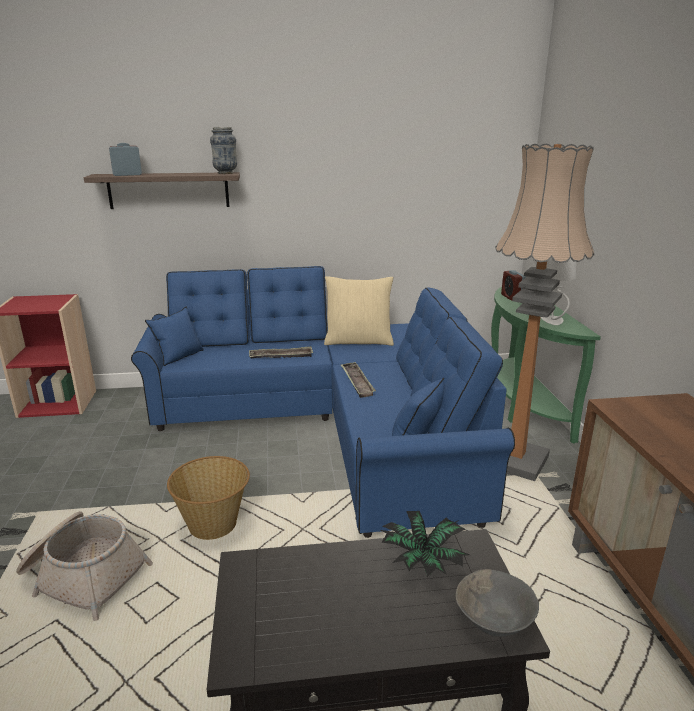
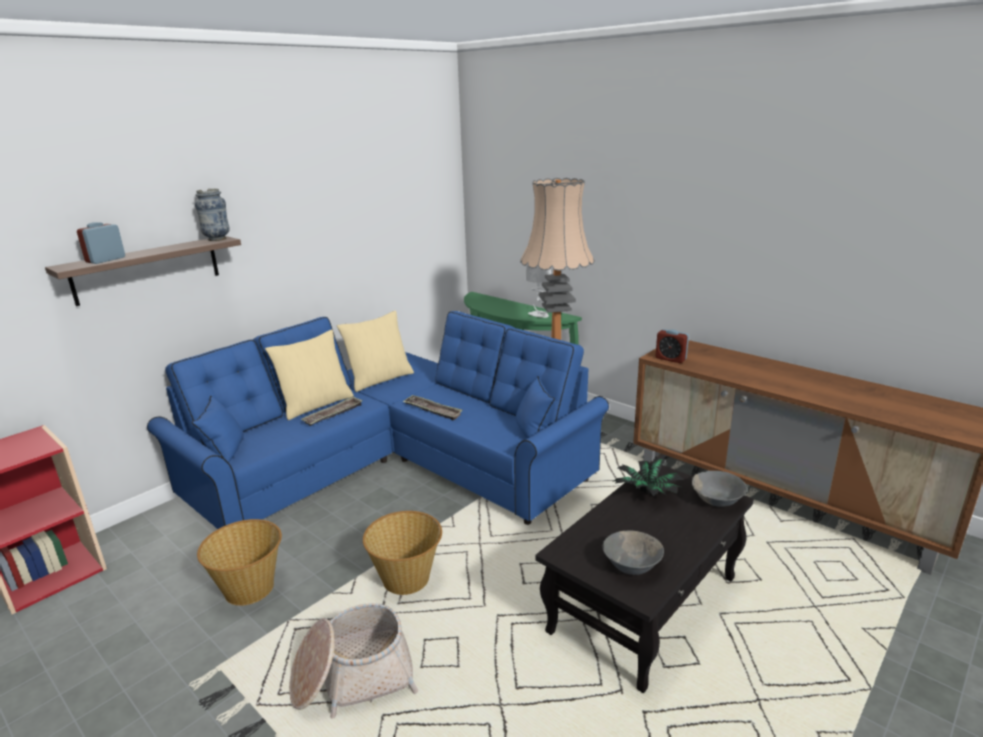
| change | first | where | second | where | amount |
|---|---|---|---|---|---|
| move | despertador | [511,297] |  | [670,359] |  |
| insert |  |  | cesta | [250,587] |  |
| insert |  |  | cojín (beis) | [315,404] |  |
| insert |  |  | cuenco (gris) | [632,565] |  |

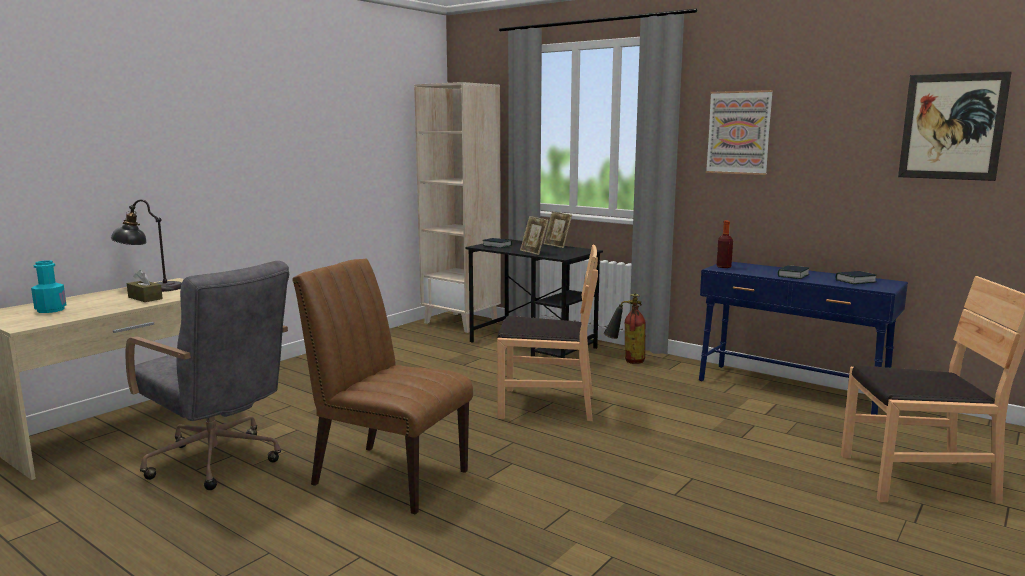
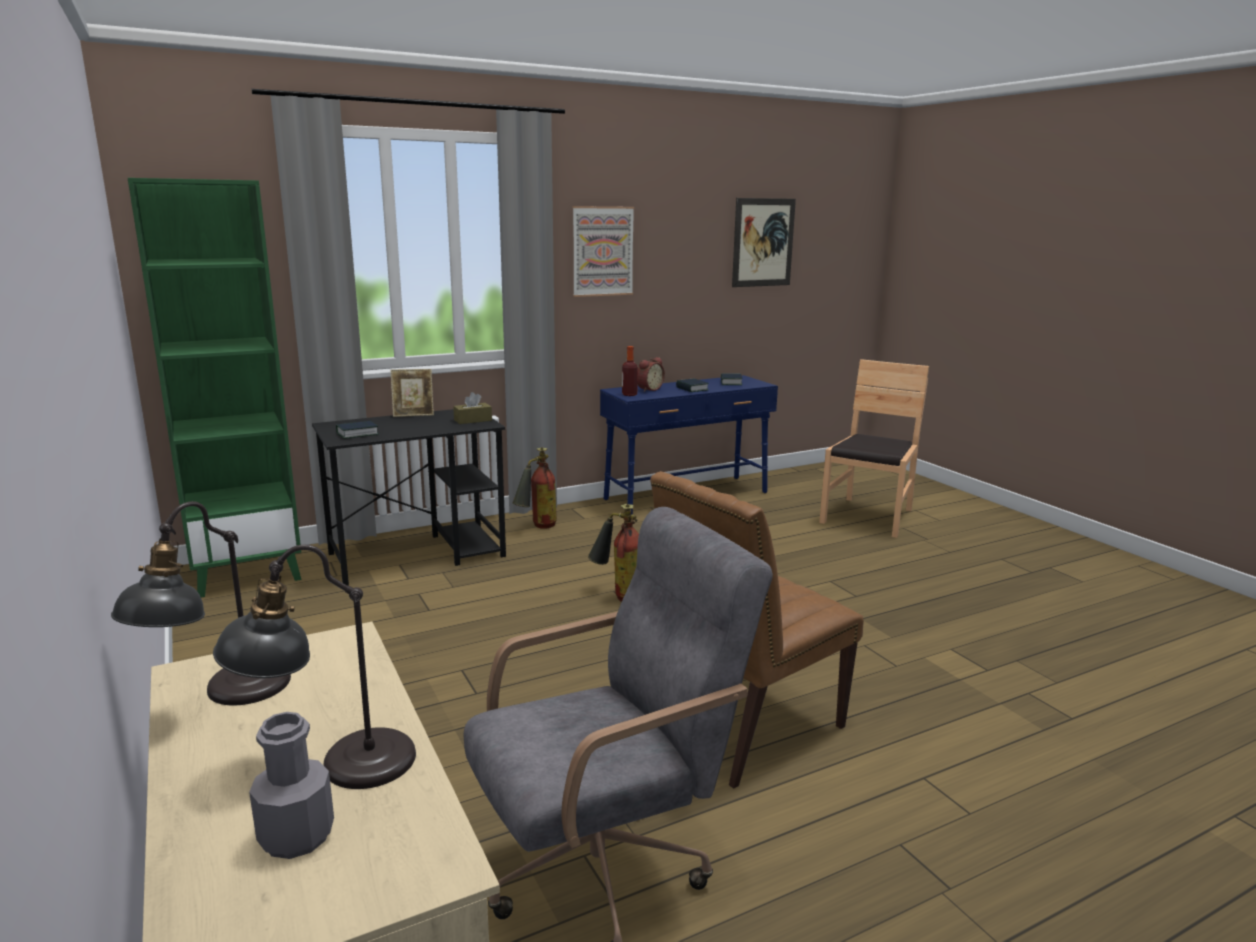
| change | first | where | second | where | amount |
|---|---|---|---|---|---|
| recolor | botella (turquesa) | [51,310] | botella (gris) | [297,836] |  |
| move | caja de pañuelos (marrón) | [145,298] |  | [473,420] |  |
| recolor | estantería (beis) | [462,322] | estantería (verde) | [248,573] |  |
| replace | silla (marrón) | [546,405] | extintor | [618,595] |  |
| delete | portarretratos | [533,252] |  |  |  |
| insert |  |  | lámpara de mesa (gris) | [328,764] |  |
| insert |  |  | despertador | [648,389] |  |

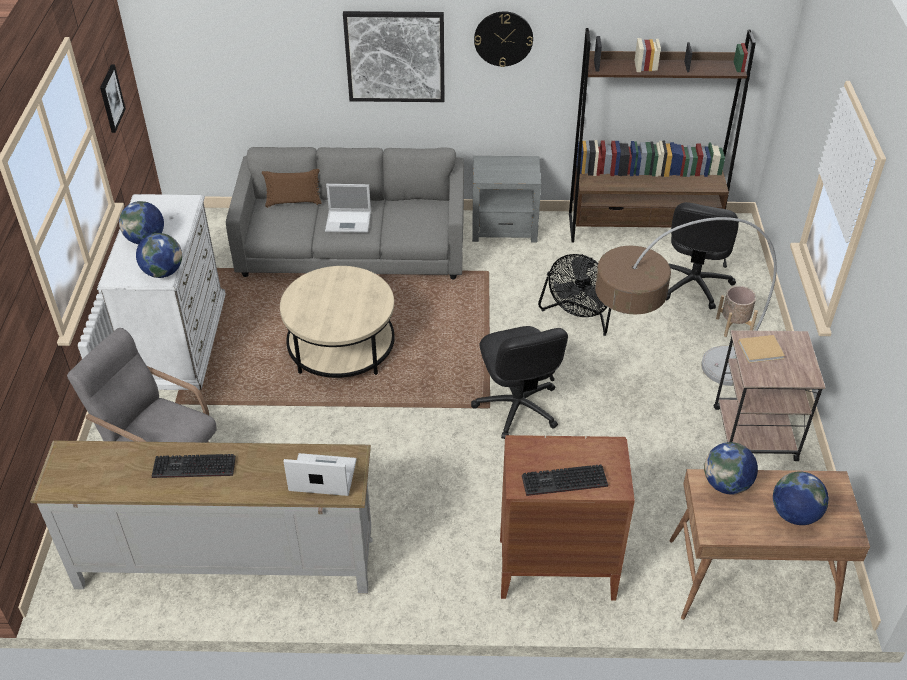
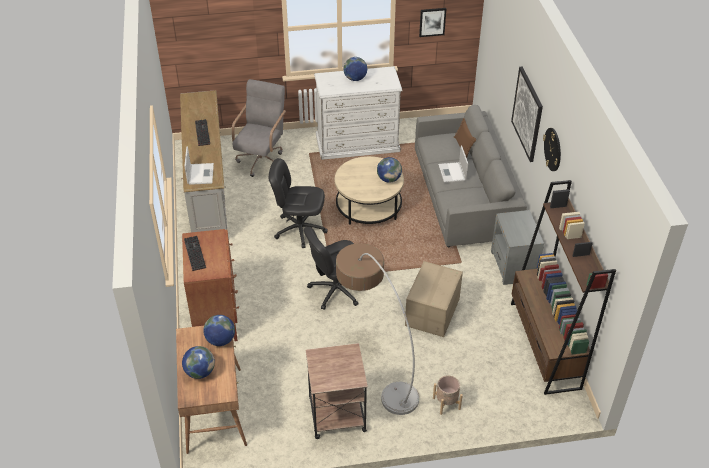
| change | first | where | second | where | amount |
|---|---|---|---|---|---|
| move | globo terráqueo | [163,272] |  | [389,179] |  |
| replace | ventilador (negro) | [577,313] | caja de cartón | [433,312] |  |
| move | silla de oficina (negro) | [693,284] |  | [300,229] |  |
| delete | libro (beis) | [762,350] |  |  |  |

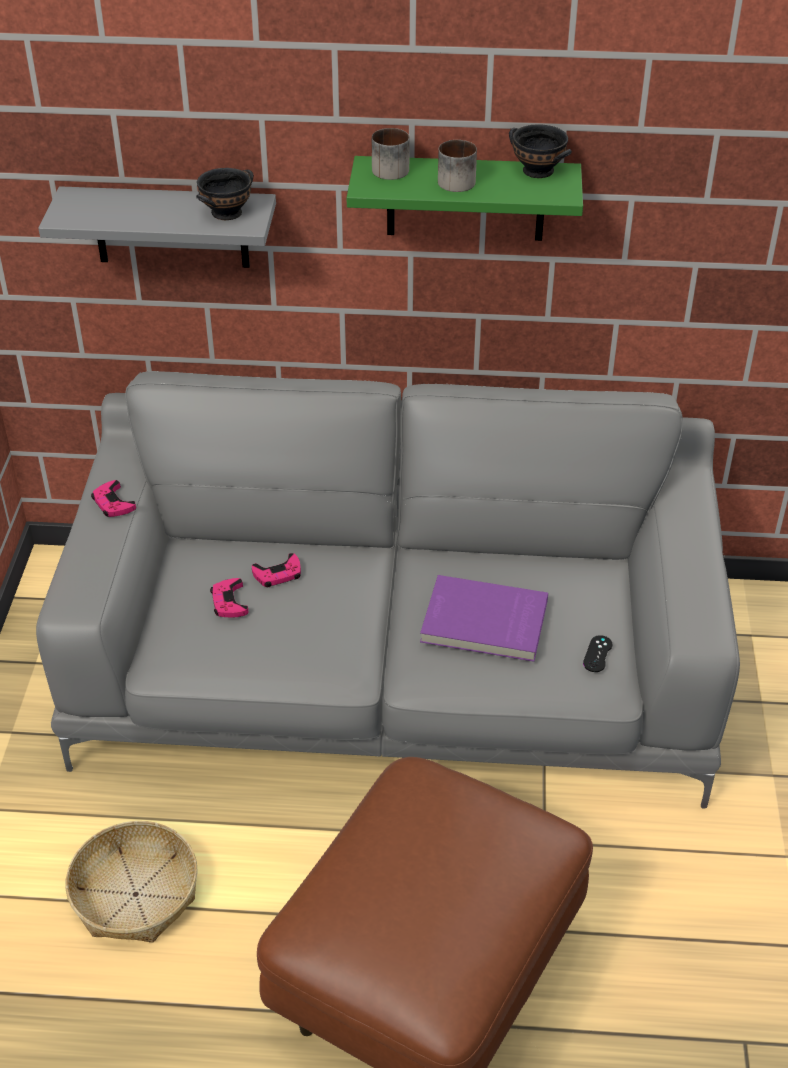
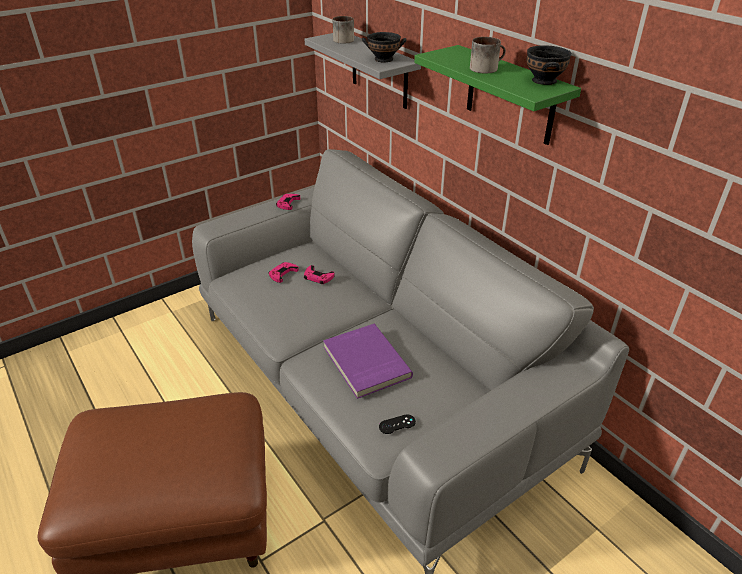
| change | first | where | second | where | amount |
|---|---|---|---|---|---|
| delete | cesta | [135,894] |  |  |  |
| move | taza grande | [386,169] |  | [343,39] |  |

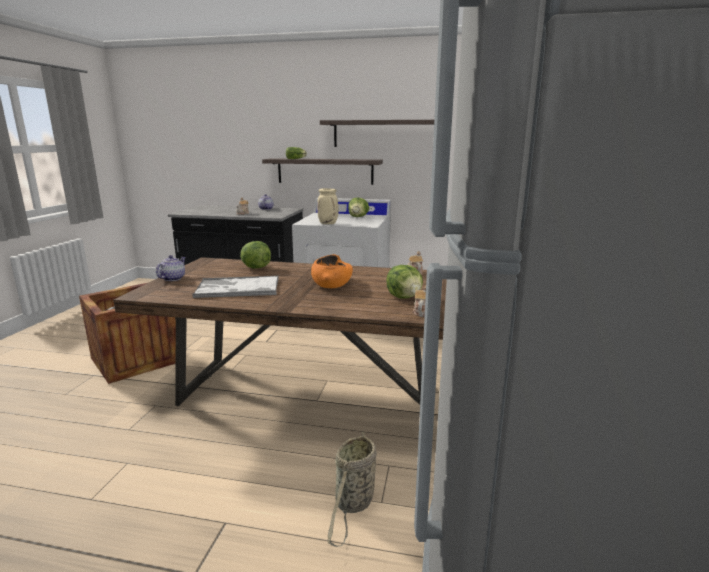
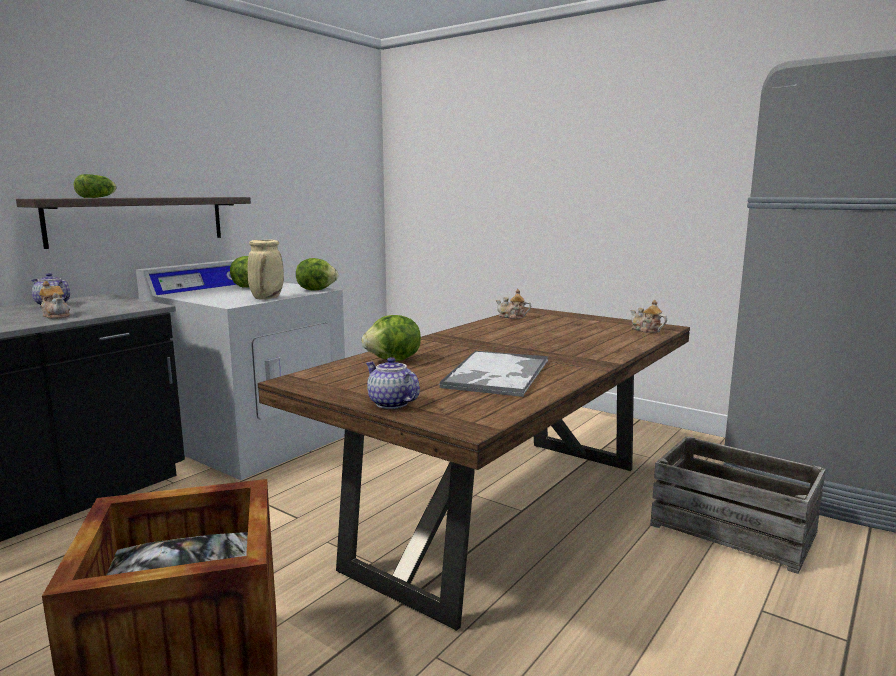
| change | first | where | second | where | amount |
|---|---|---|---|---|---|
| delete | cuenco (naranja) | [331,283] |  |  |  |
| delete | estante | [384,133] |  |  |  |
| replace | cesta | [353,504] | caja de embalaje | [733,528] |  |
| move | lechuga | [404,297] |  | [316,290] |  |

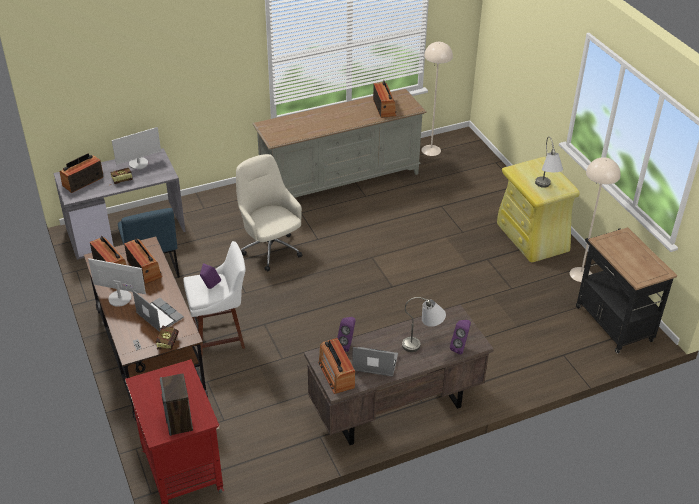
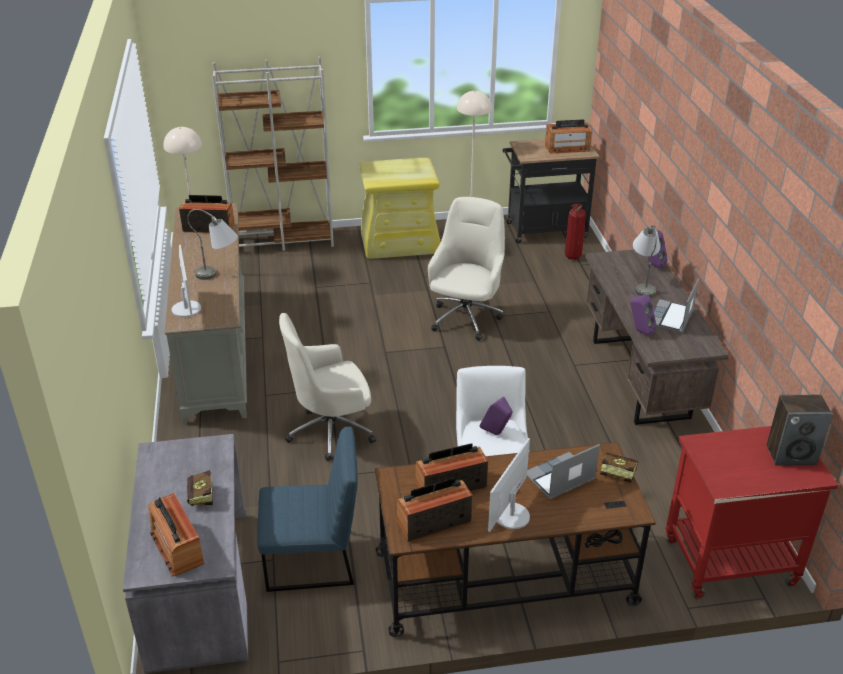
| change | first | where | second | where | amount |
|---|---|---|---|---|---|
| move | monitor | [138,163] |  | [187,309] |  |
| move | radio | [336,374] |  | [567,148] |  |
| move | lámpara de mesa (gris) | [545,189] |  | [219,275] |  |
| insert |  |  | estantería (marrón) | [284,242] |  |
| insert |  |  | silla de oficina (beis) | [465,318] |  |
| insert |  |  | extintor | [573,256] |  |

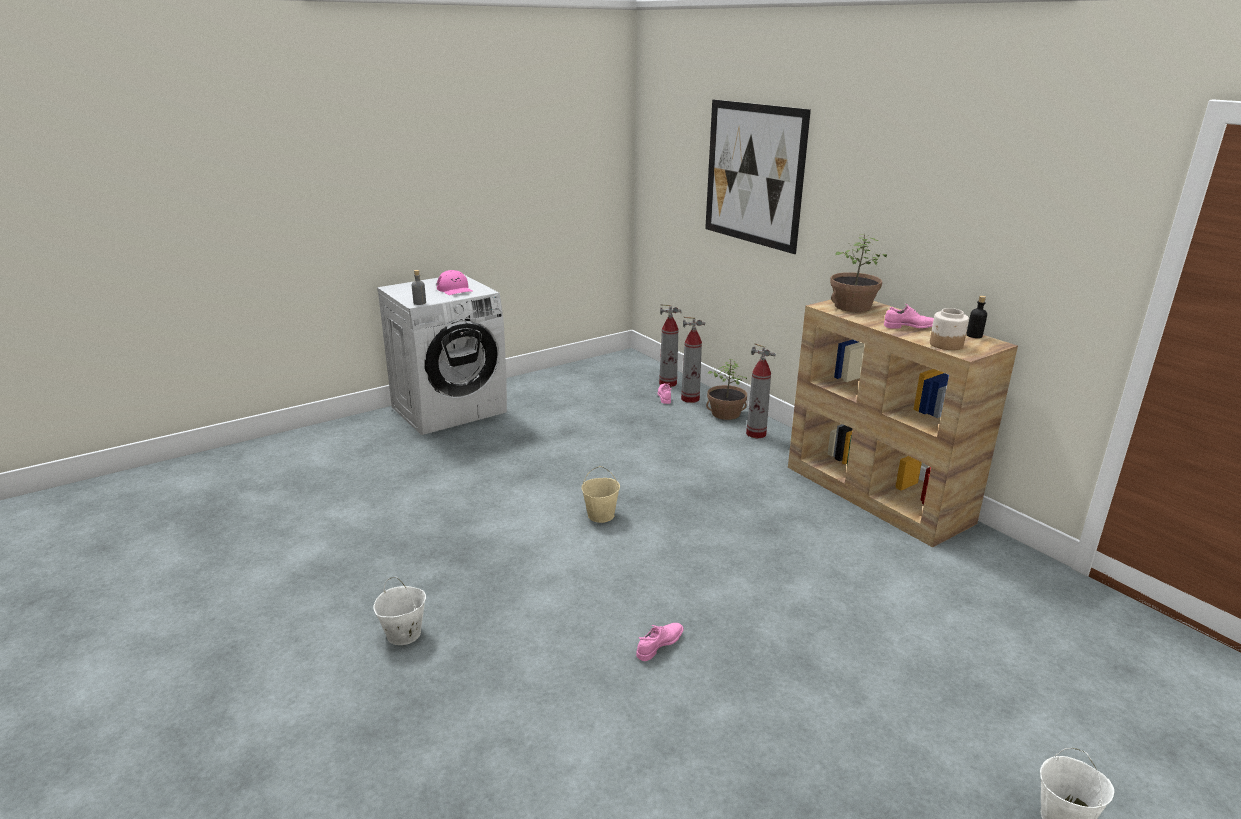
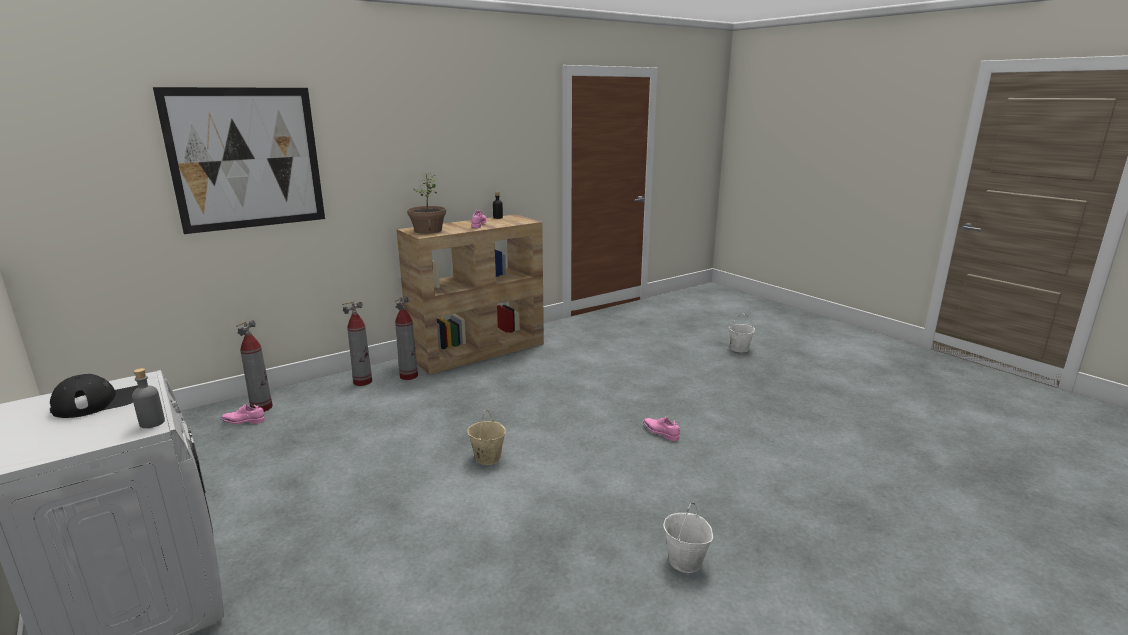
| change | first | where | second | where | amount |
|---|---|---|---|---|---|
| recolor | gorra (rosa) | [455,289] | gorra (negro) | [99,402] |  |
| move | extintor | [668,383] |  | [409,376] |  |
| delete | planta en maceta | [725,413] |  |  |  |
| delete | tarro | [946,345] |  |  |  |

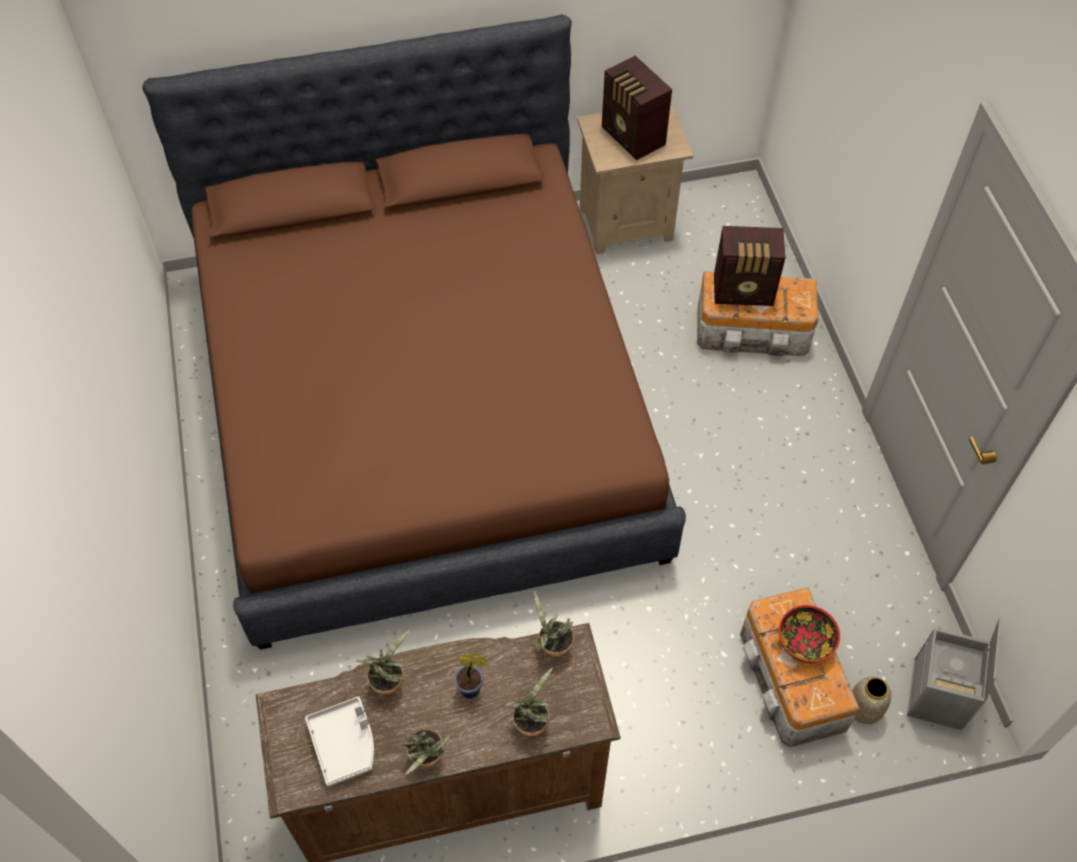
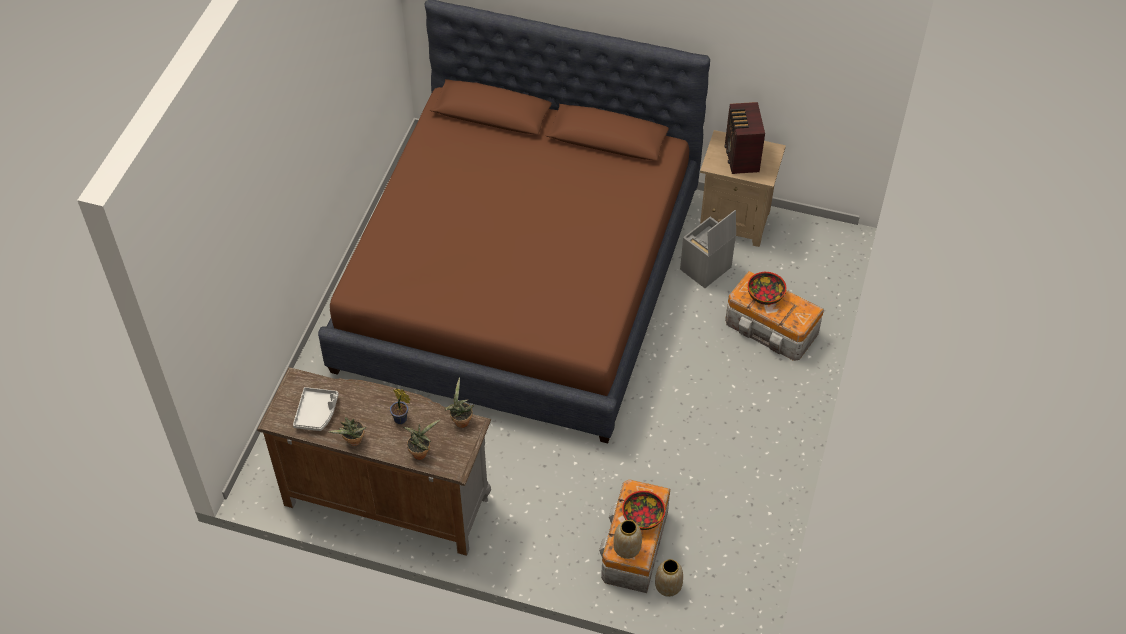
| change | first | where | second | where | amount |
|---|---|---|---|---|---|
| delete | planta en maceta | [389,682] |  |  |  |
| replace | radio | [744,292] | cuenco | [765,295] |  |
| move | caja de almacenaje (gris) | [938,696] |  | [705,269] |  |
| insert |  |  | florero | [627,548] |  |

